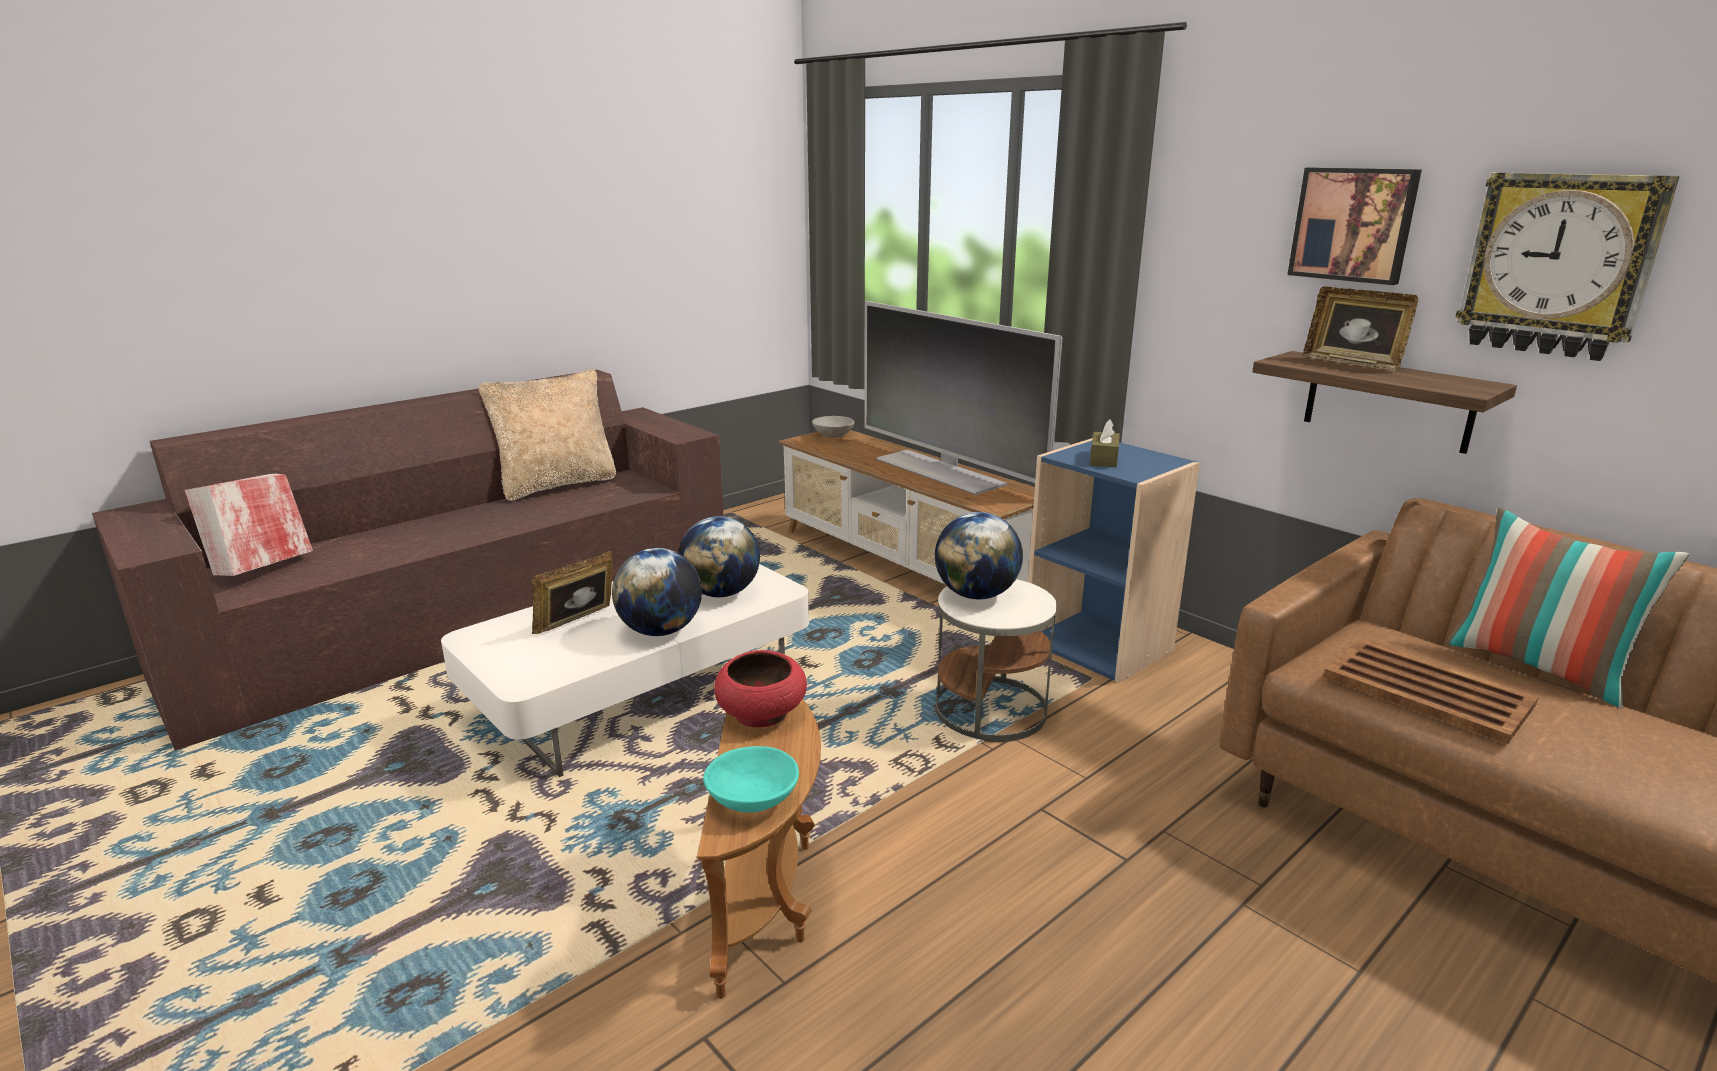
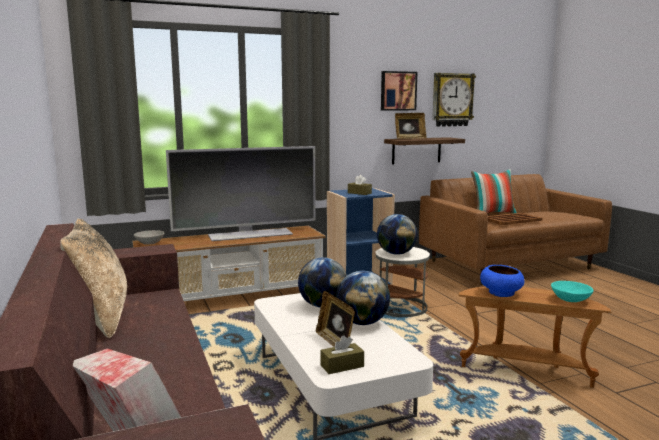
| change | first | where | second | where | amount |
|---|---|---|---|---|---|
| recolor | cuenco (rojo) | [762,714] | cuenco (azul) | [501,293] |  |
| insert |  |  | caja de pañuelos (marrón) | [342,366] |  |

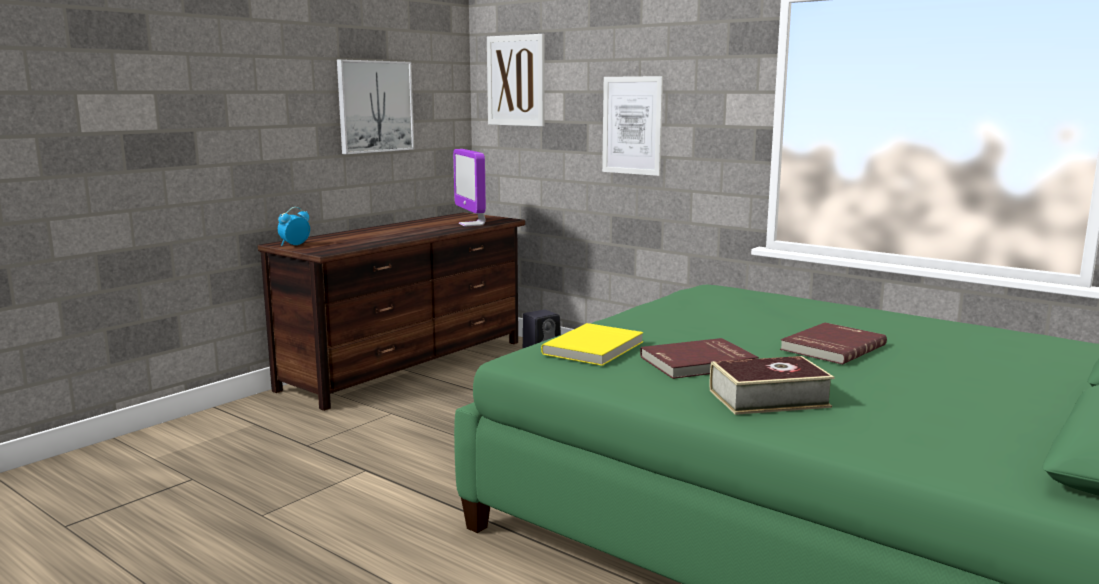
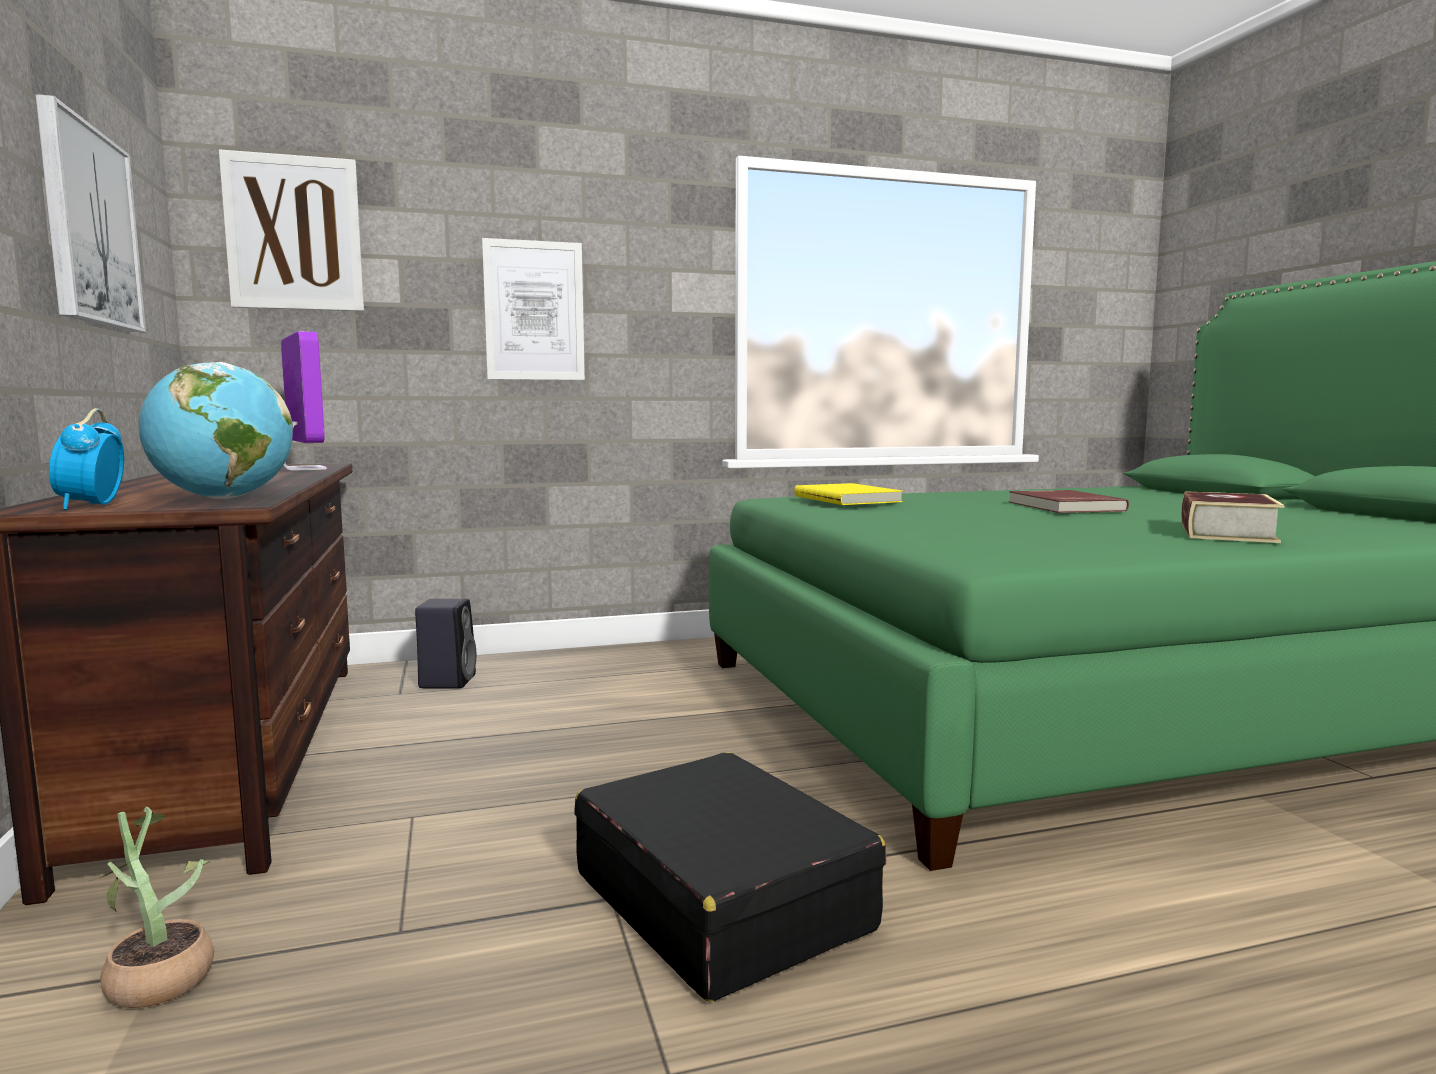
| change | first | where | second | where | amount |
|---|---|---|---|---|---|
| rotate | monitor | [472,224] |  | [303,469] | 135 degrees counterclockwise |
| move | libro (amarillo) | [595,348] |  | [848,499] |  |
| delete | libro (rojo) | [699,363] |  |  |  |
| insert |  |  | planta en maceta | [155,976] |  |
| insert |  |  | globo terráqueo | [223,498] |  |
| insert |  |  | maleta (negro) | [721,900] |  |

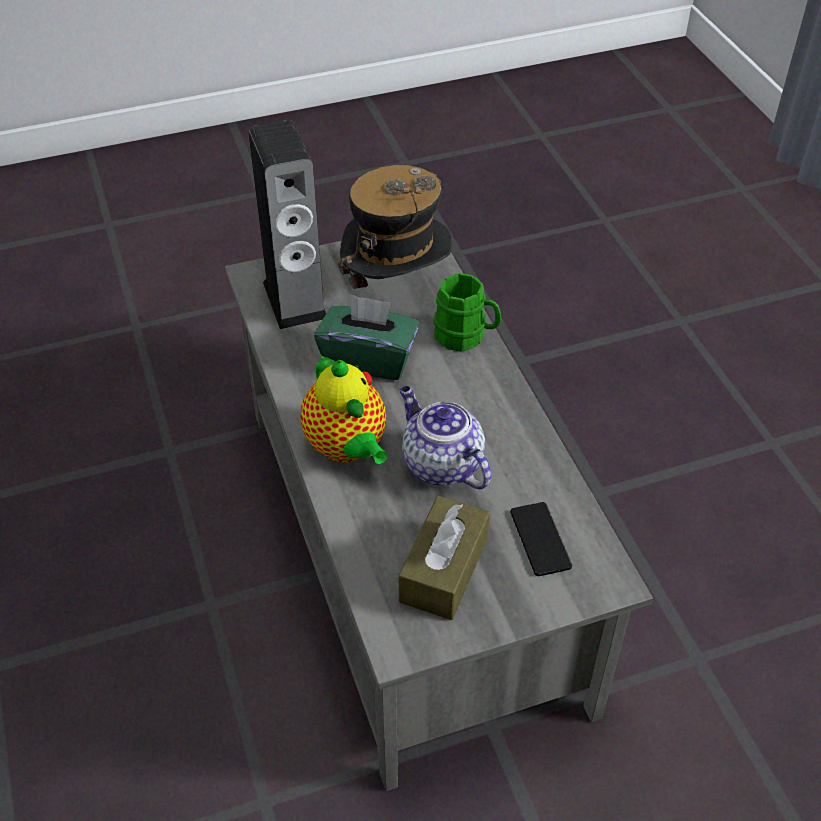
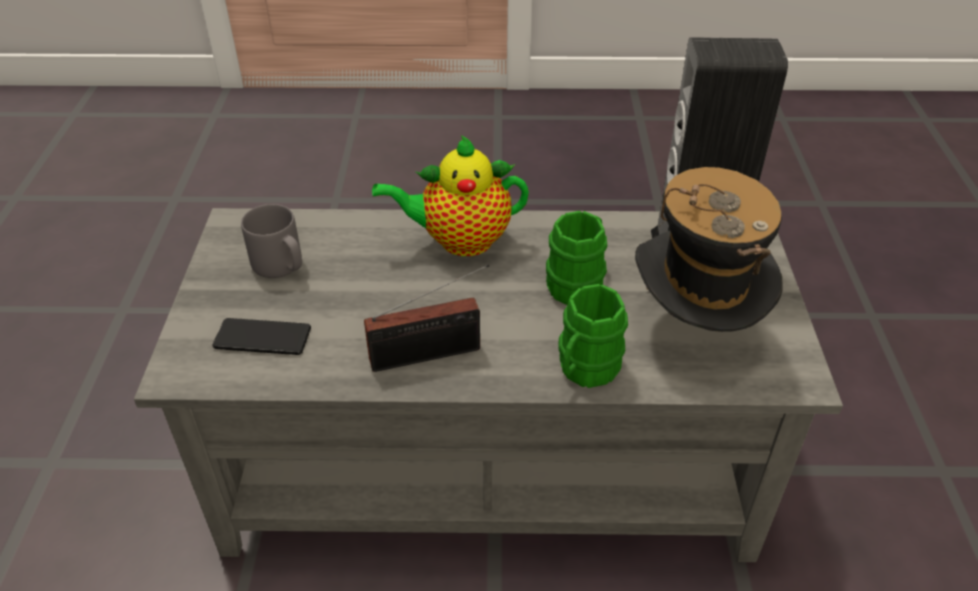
| change | first | where | second | where | amount |
|---|---|---|---|---|---|
| replace | caja de pañuelos (verde) | [369,359] | taza grande (verde) | [578,281] |  |
| delete | tetera | [440,464] |  |  |  |
| replace | caja de pañuelos (marrón) | [444,570] | taza grande (gris) | [281,266] |  |
| insert |  |  | radio | [431,354] |  |

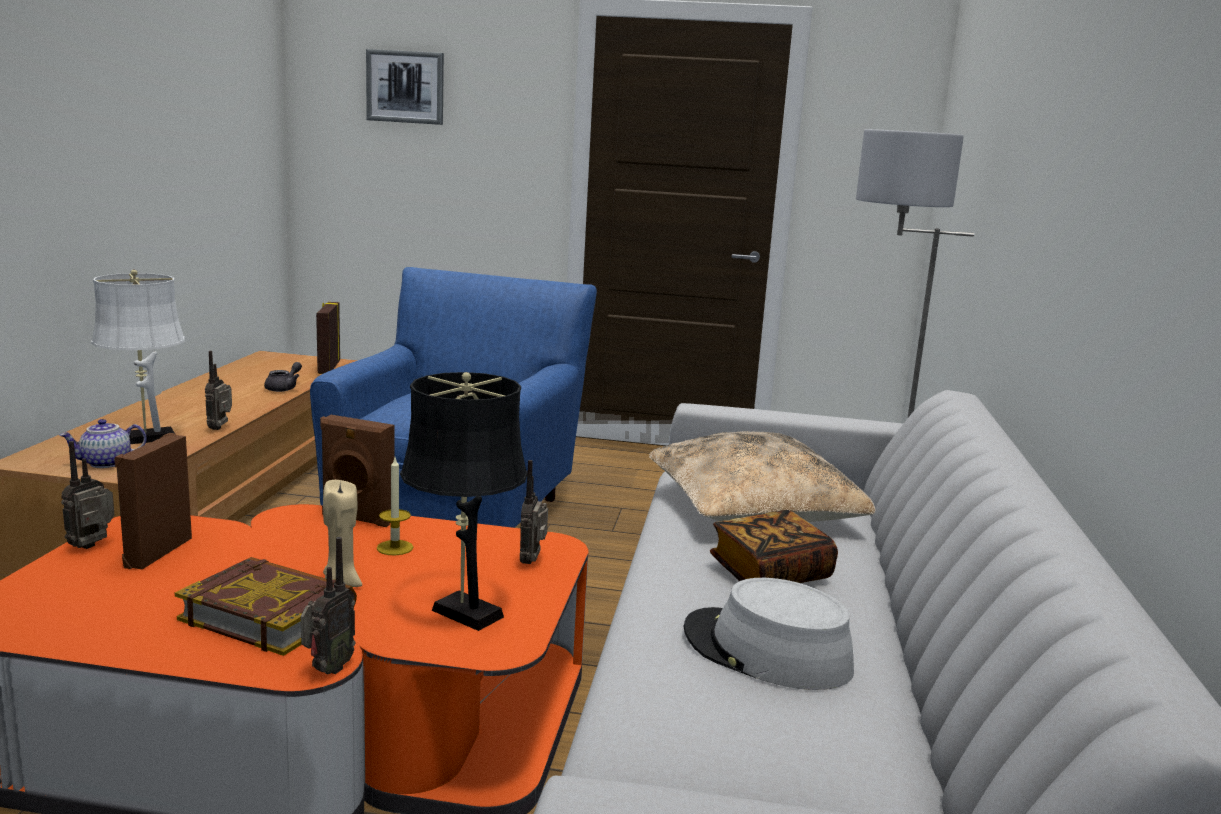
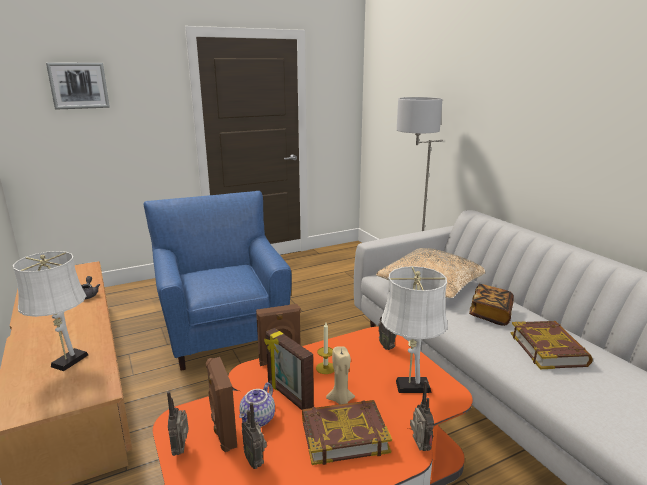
| change | first | where | second | where | amount |
|---|---|---|---|---|---|
| move | tetera | [105,463] |  | [258,419] |  |
| move | radio | [221,428] |  | [255,461] |  |
| move | portarretratos | [328,367] |  | [289,395] |  |
| recolor | lámpara de mesa (negro) | [462,611] | lámpara de mesa (blanco) | [409,386] |  |
| replace | sombrero (gris) | [766,651] | libro | [548,349] |  |

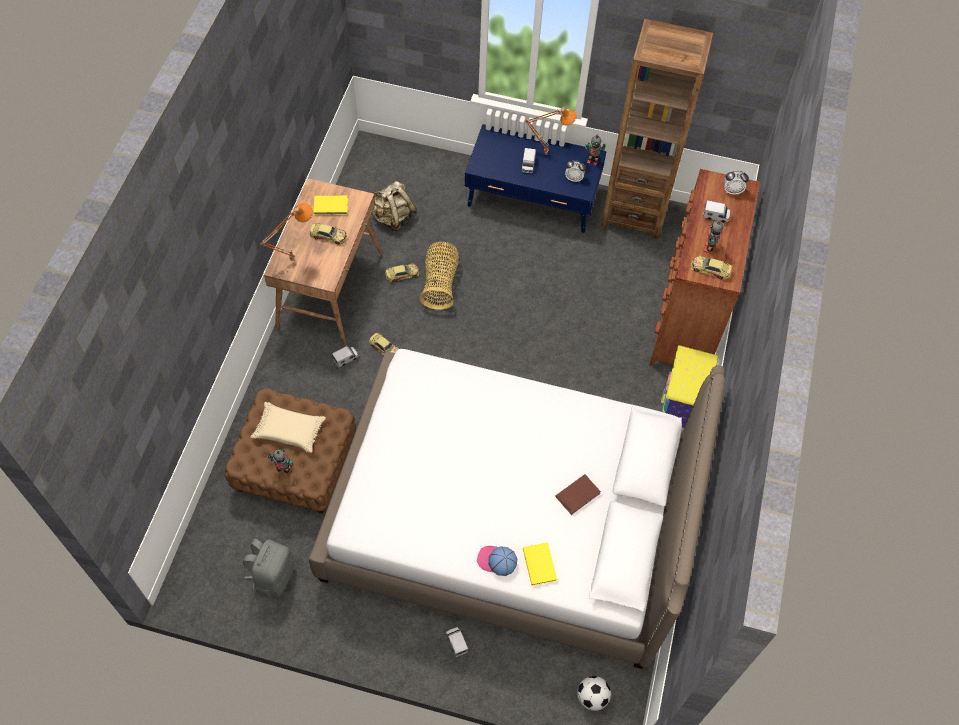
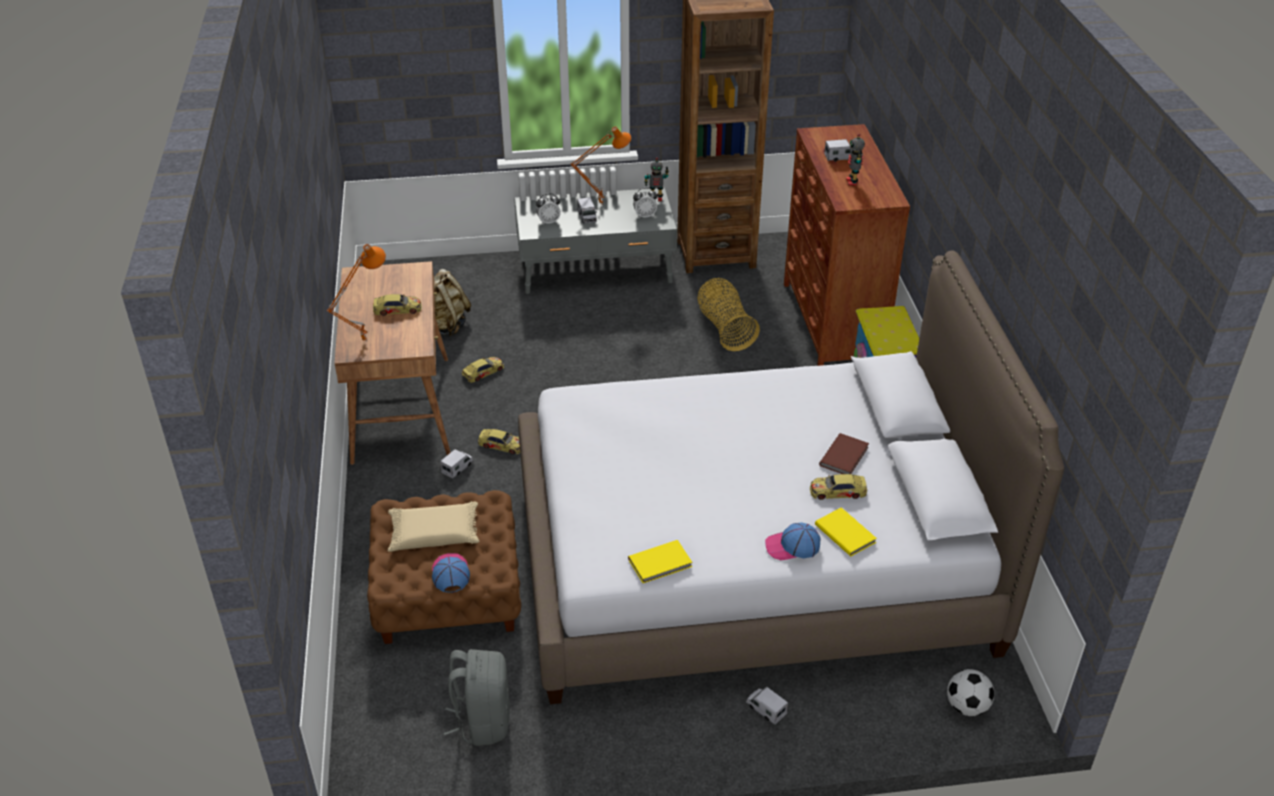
| change | first | where | second | where | amount |
|---|---|---|---|---|---|
| replace | robot de juguete | [283,470] | gorra | [450,573] |  |
| move | libro (amarillo) | [331,206] |  | [661,563] |  |
| move | cesta | [440,283] |  | [725,328] |  |
| recolor | mesa de centro (azul) | [533,197] | mesa de centro (gris) | [596,268] |  |
| move | coche de juguete | [710,269] |  | [837,491] |  |
| move | despertador | [732,191] |  | [548,222] |  |

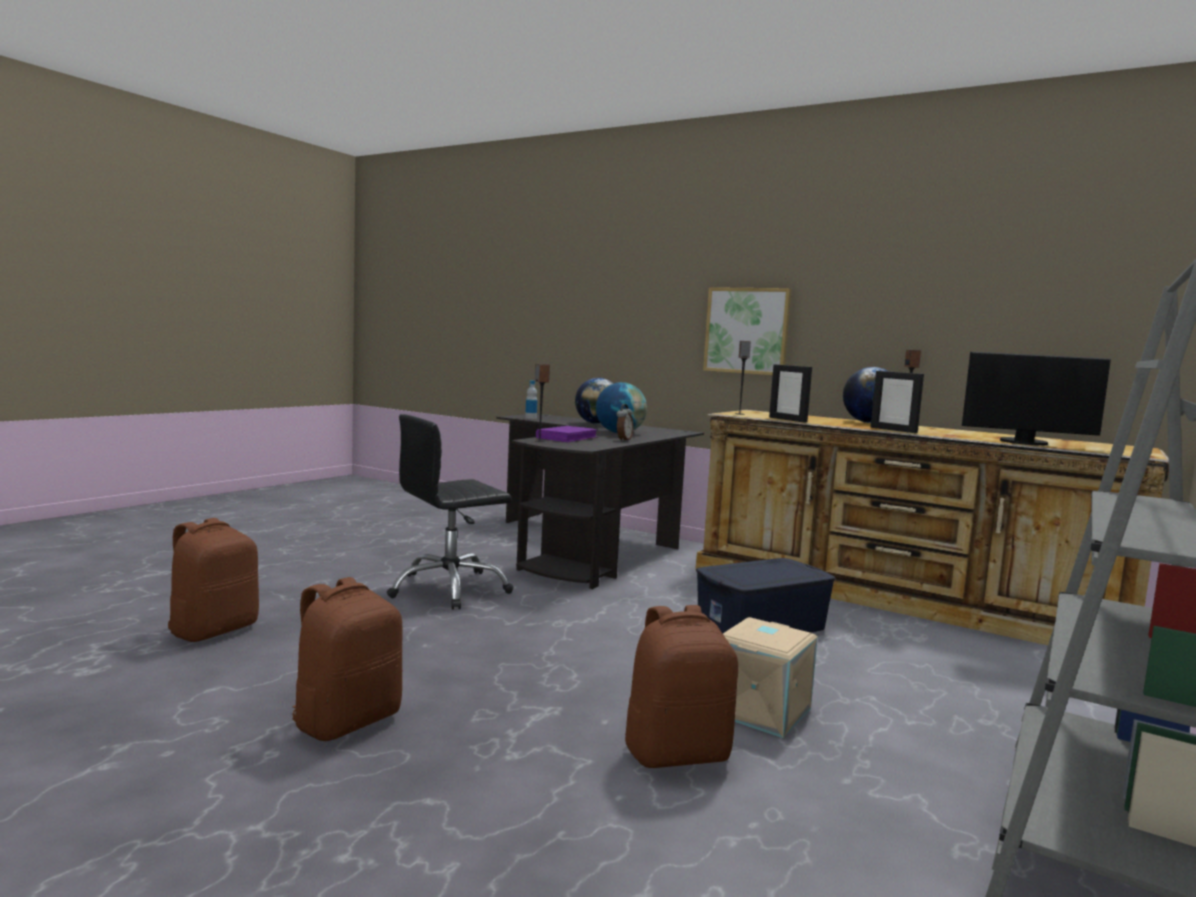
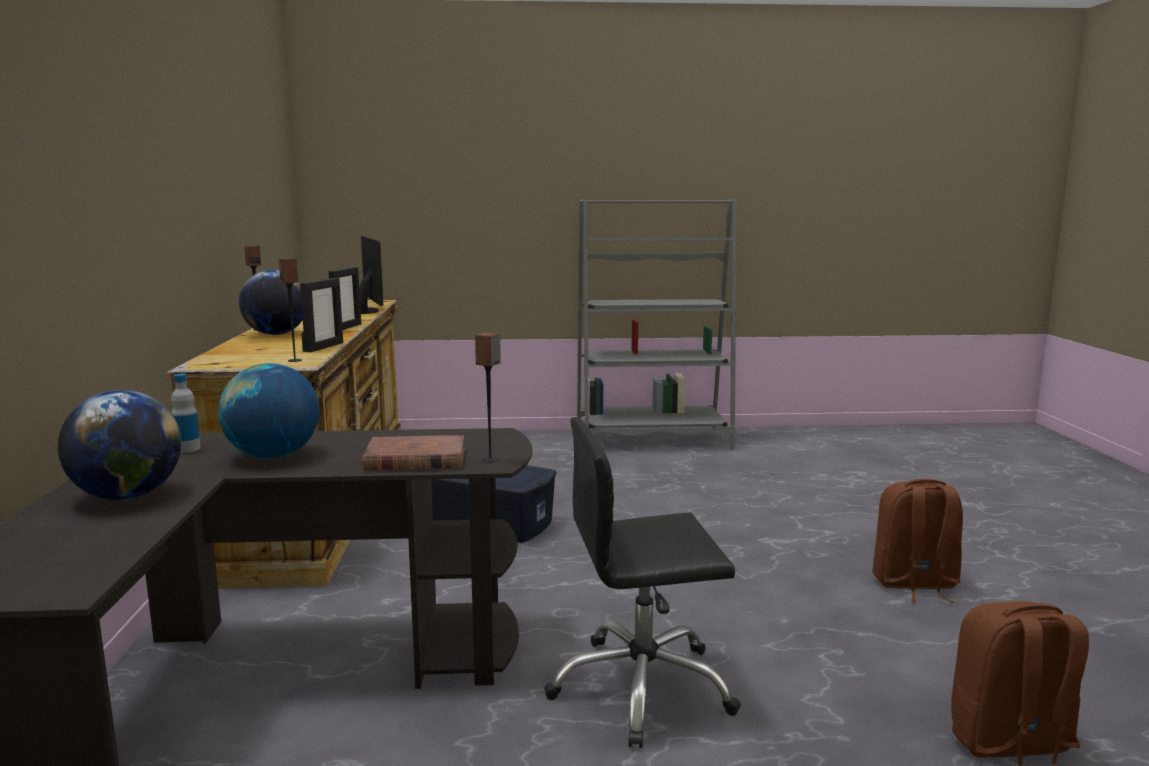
| change | first | where | second | where | amount |
|---|---|---|---|---|---|
| rotate | silla de oficina (negro) | [449,589] |  | [642,688] | 150 degrees clockwise |
| move | botella | [530,418] |  | [188,449] |  |
| recolor | libro (morado) | [567,438] | libro (marrón) | [415,459] |  |
| delete | despertador | [623,440] |  |  |  |
| delete | mochila (marrón) | [677,753] |  |  |  |
| delete | cuadro | [747,331] |  |  |  |
| delete | caja de almacenaje (beis) | [762,711] |  |  |  |

